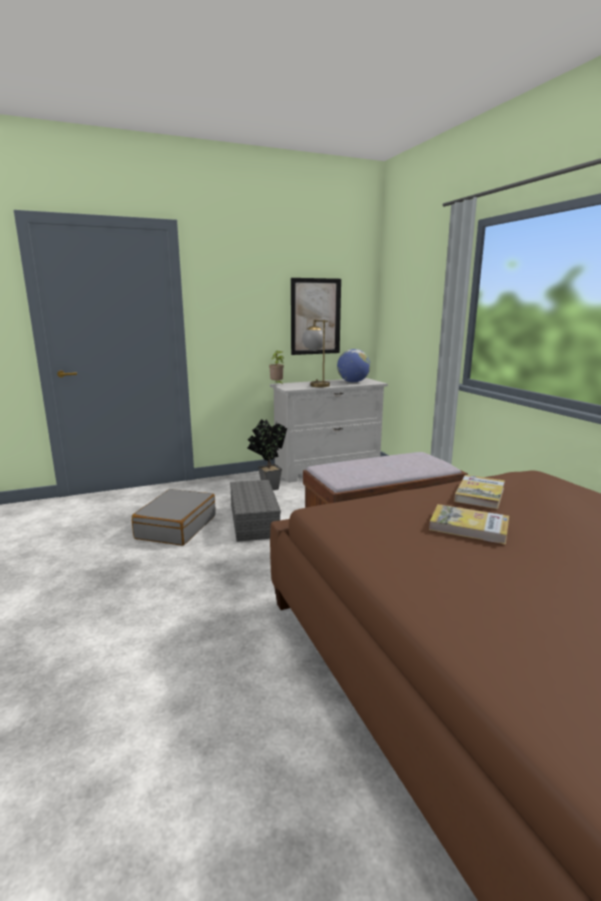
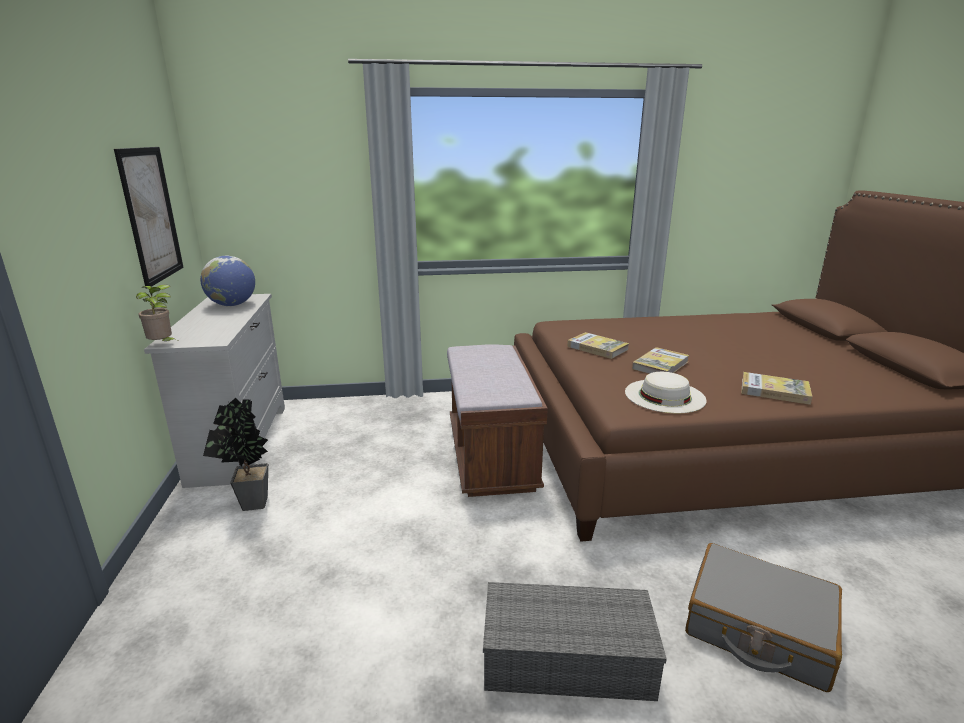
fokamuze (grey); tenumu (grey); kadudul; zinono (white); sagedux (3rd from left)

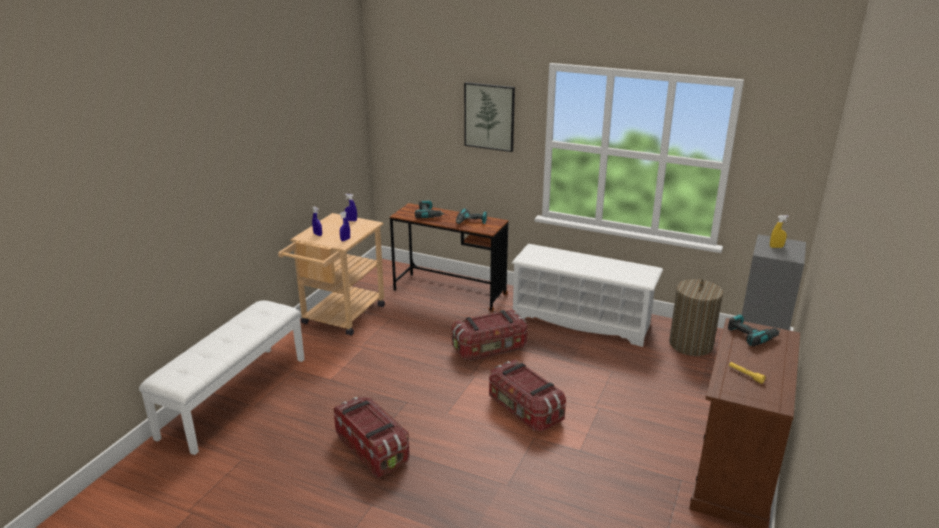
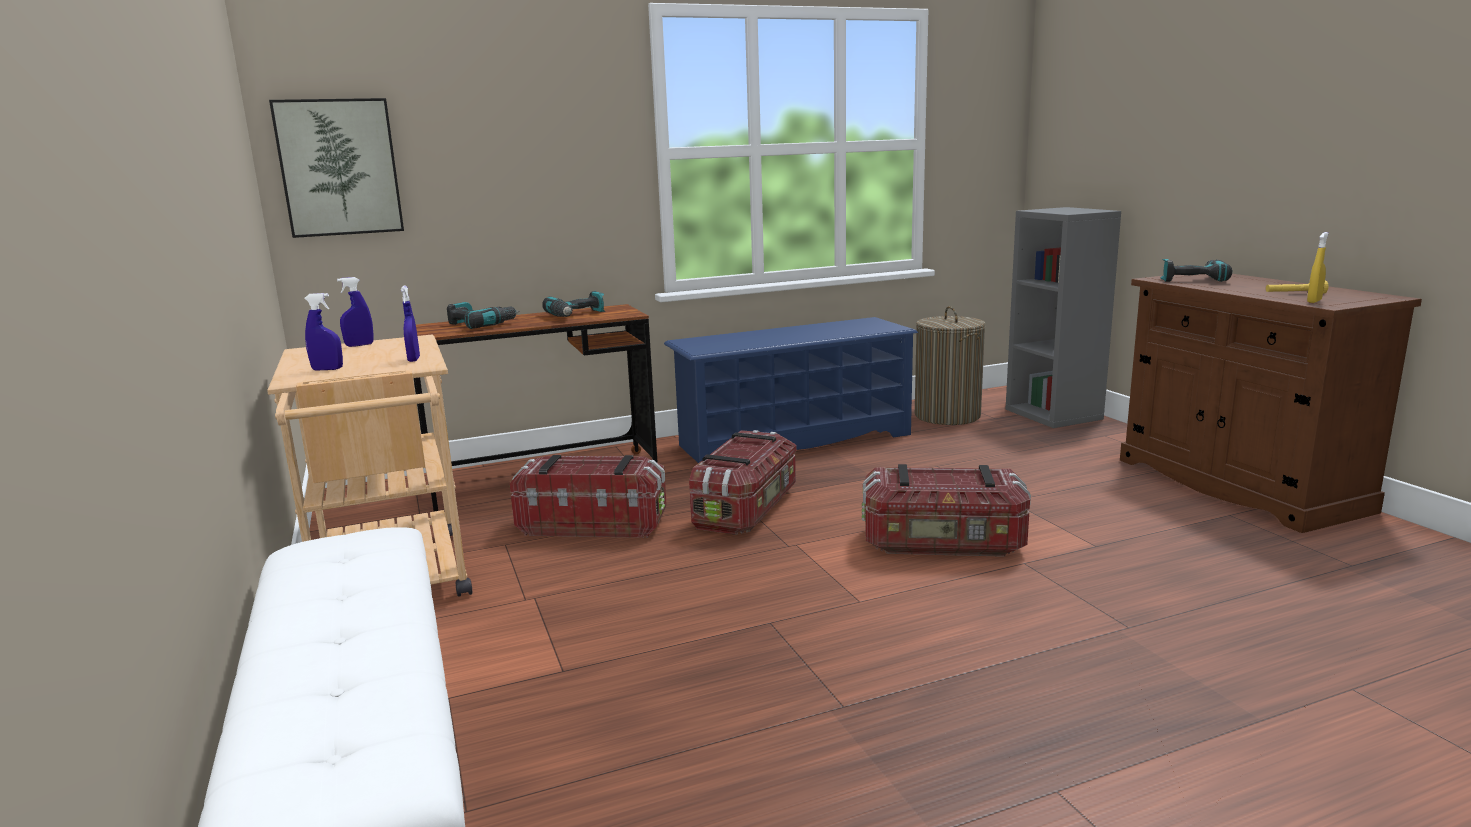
tenumu (1st from left); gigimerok; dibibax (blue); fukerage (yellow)

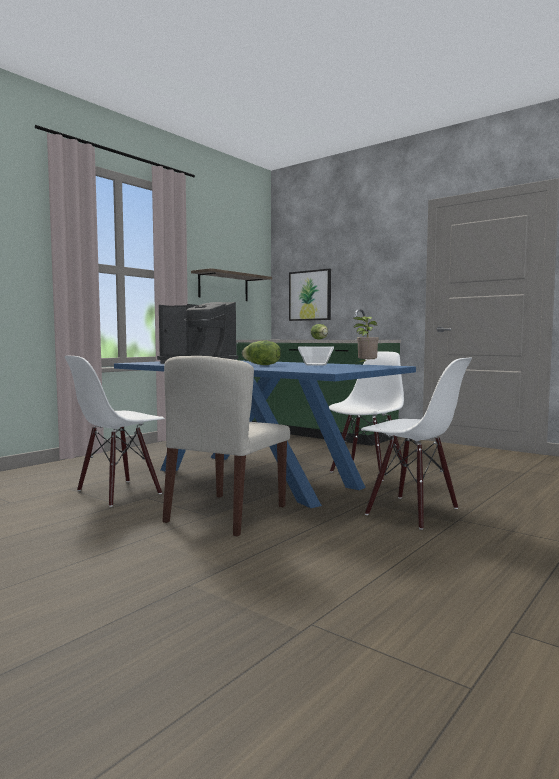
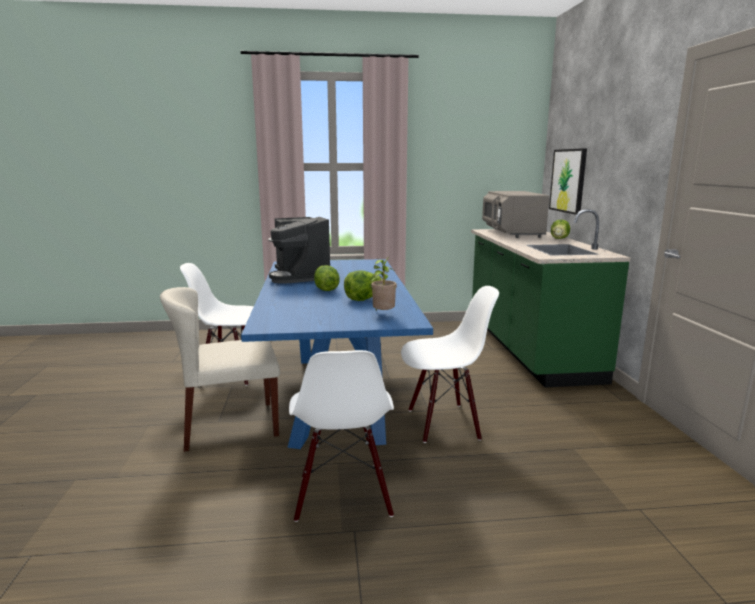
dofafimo; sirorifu (2nd from left); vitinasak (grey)

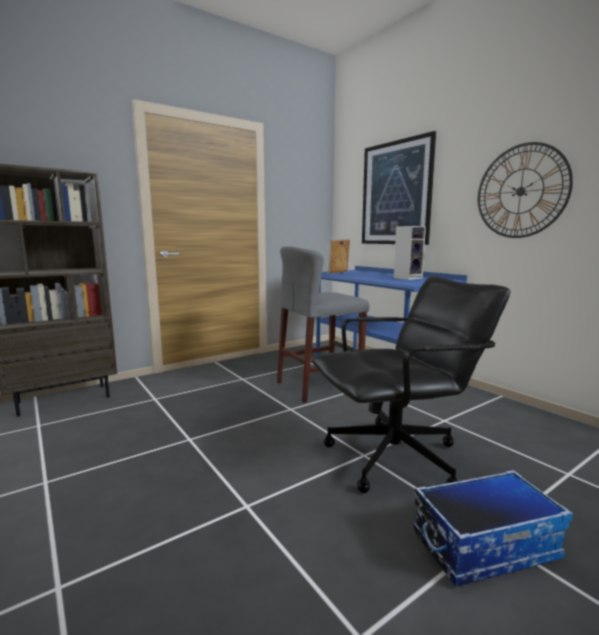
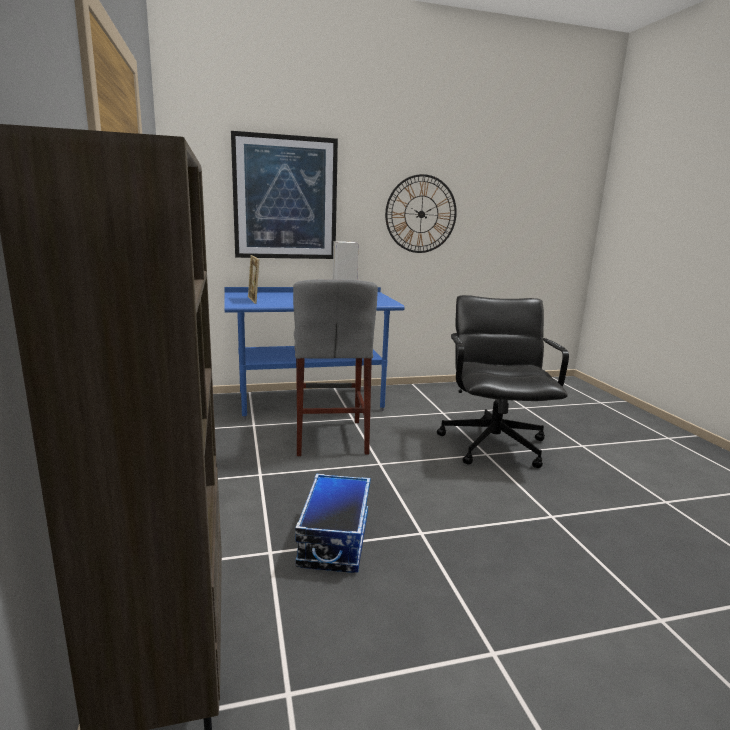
tenumu

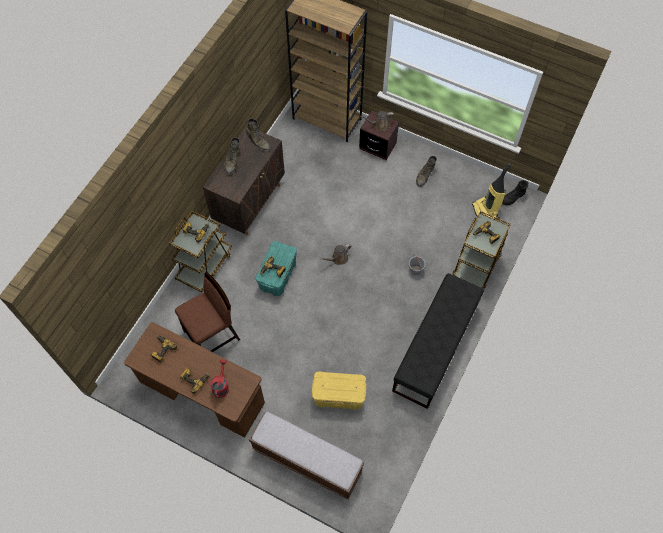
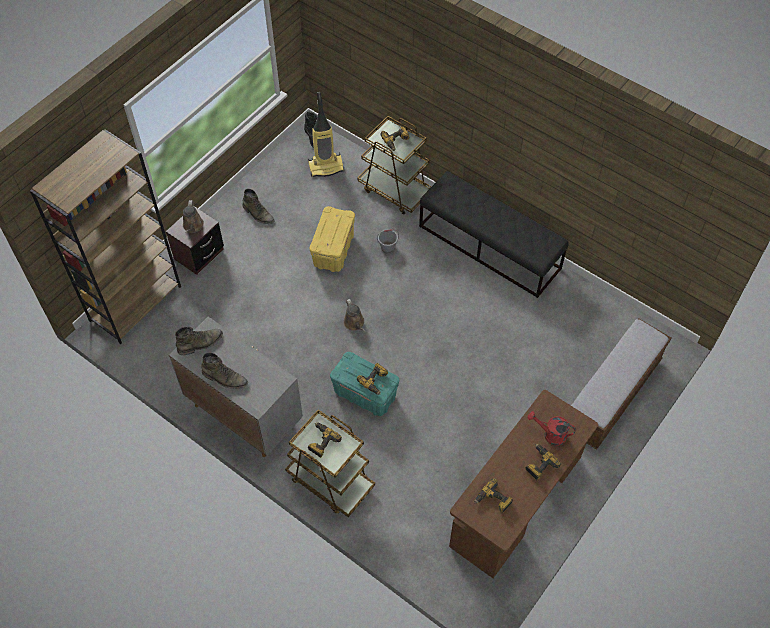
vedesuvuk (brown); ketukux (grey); tenumu (yellow)

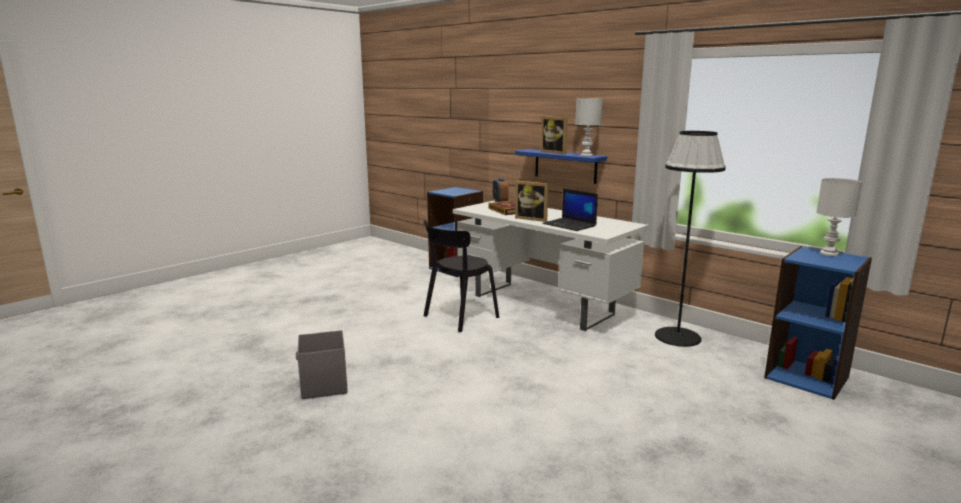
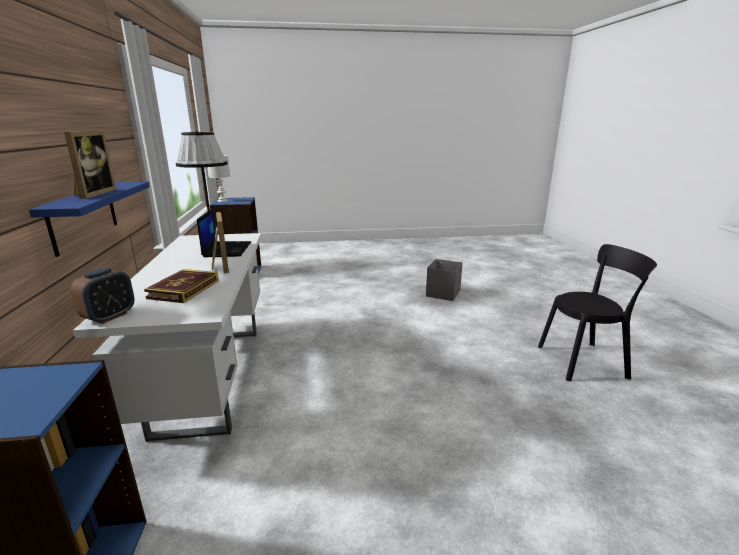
tenumu (grey); vedesuvuk (black); kadudul (white) (1st from left in the first image)

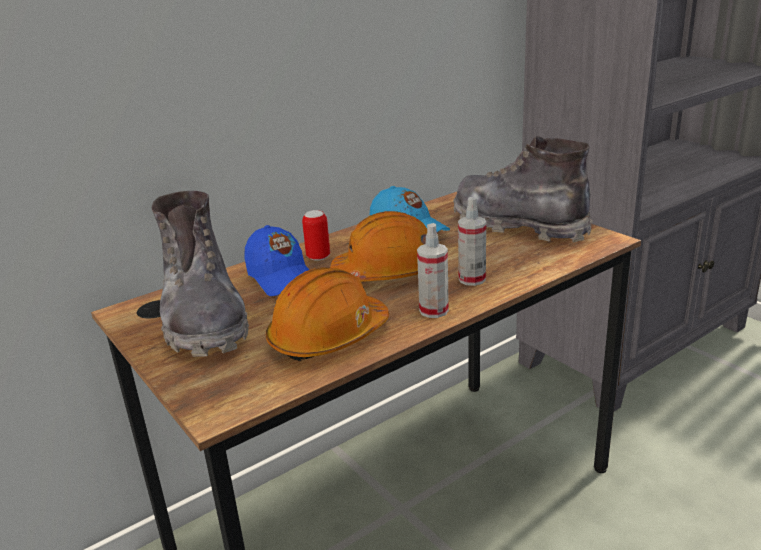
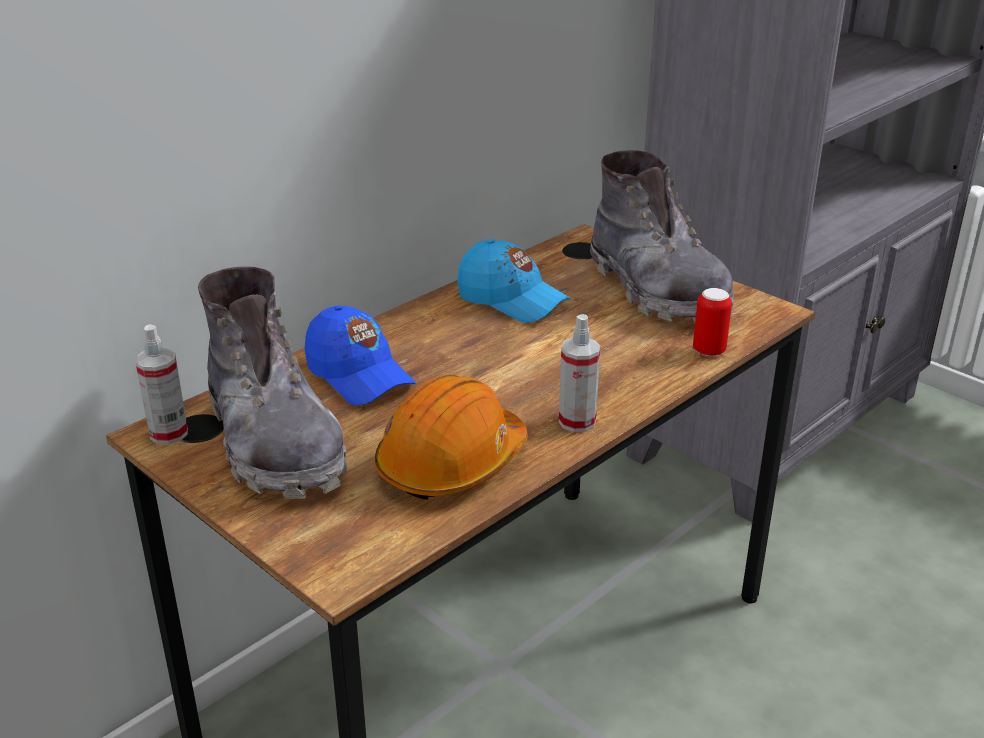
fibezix; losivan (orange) (2nd from left in the first image); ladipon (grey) (2nd from left); fukerage (1st from left)

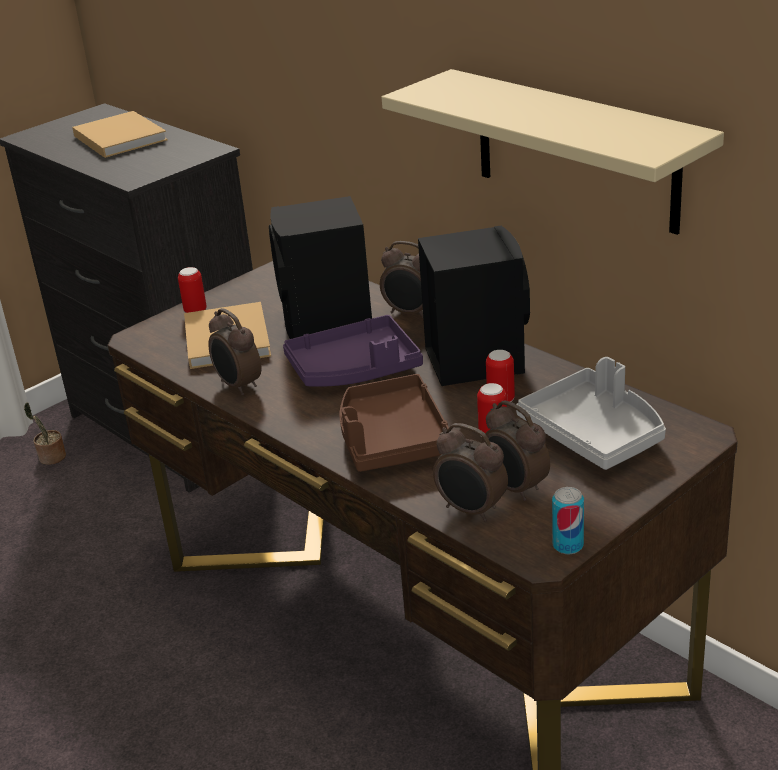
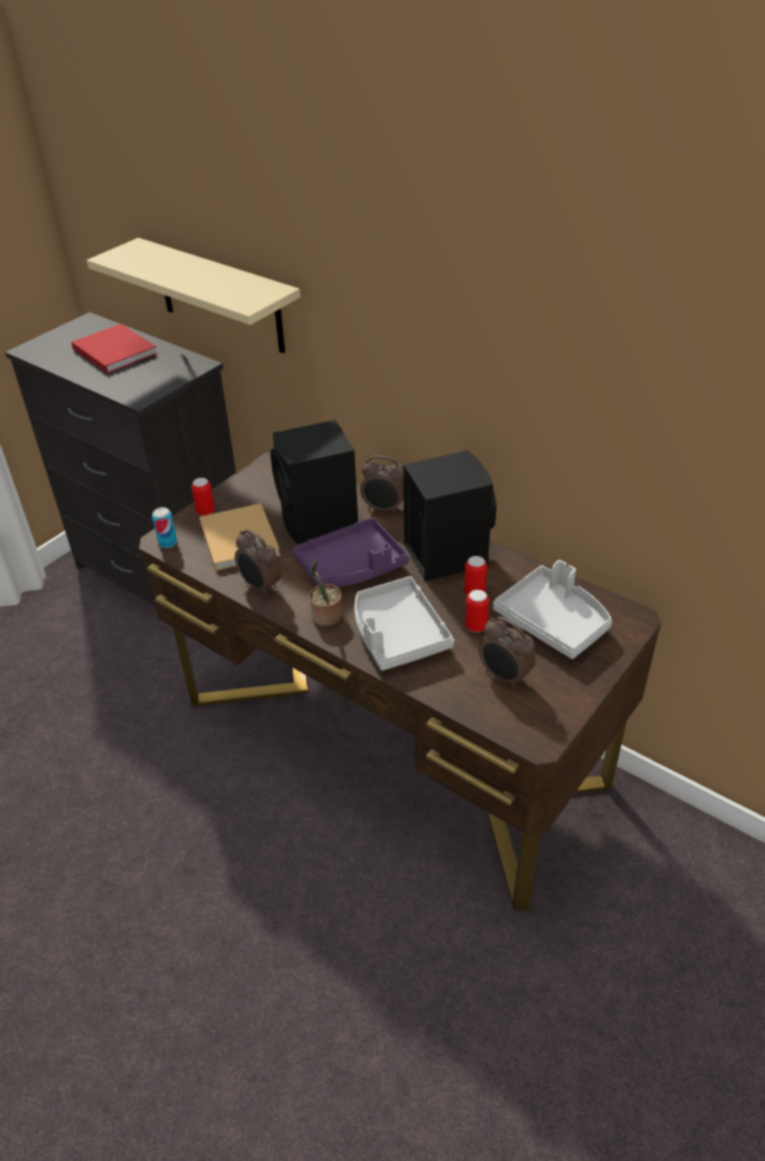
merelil; sagedux (red); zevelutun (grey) (1st from left); dofafimo (beige); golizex (3rd from left in the first image); fibezix (1st from left)

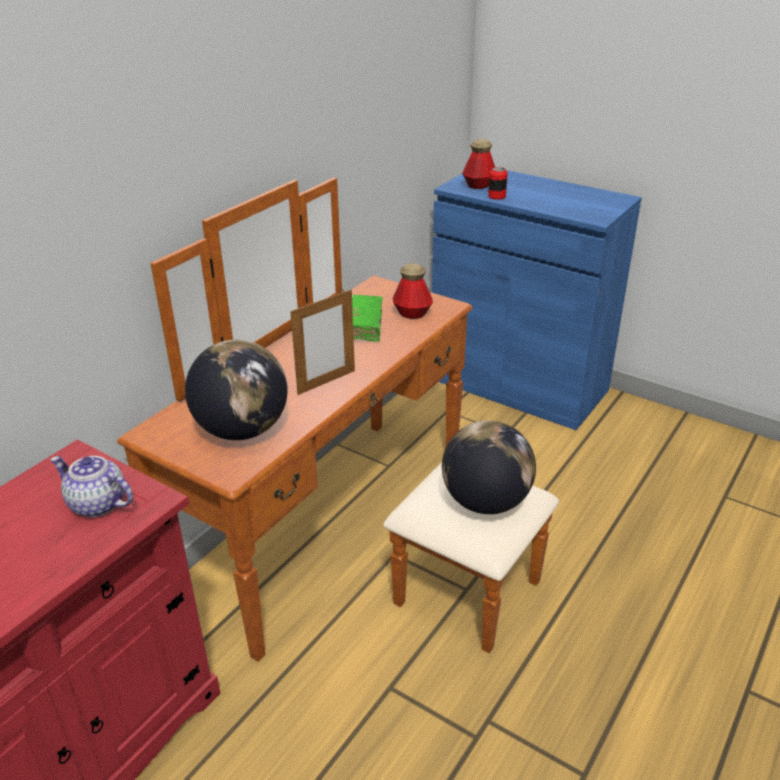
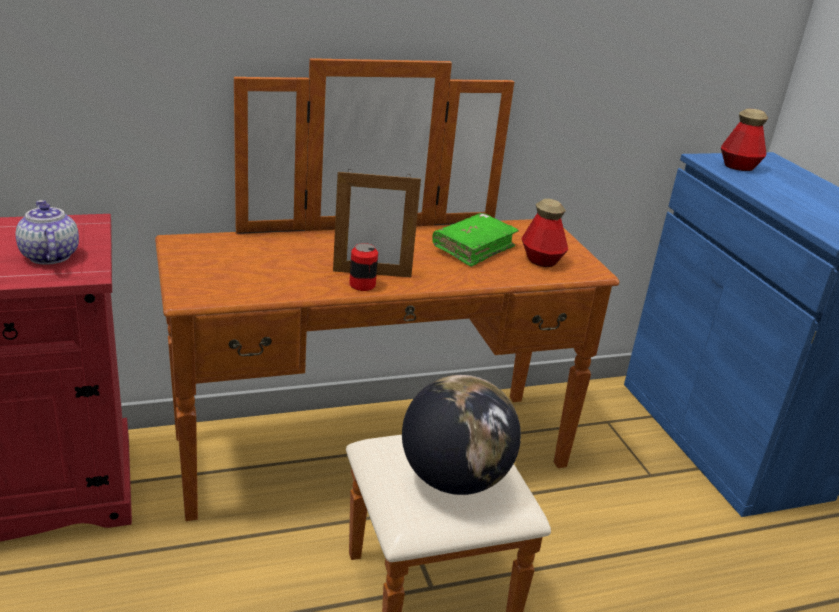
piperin (1st from left in the first image); fibezix

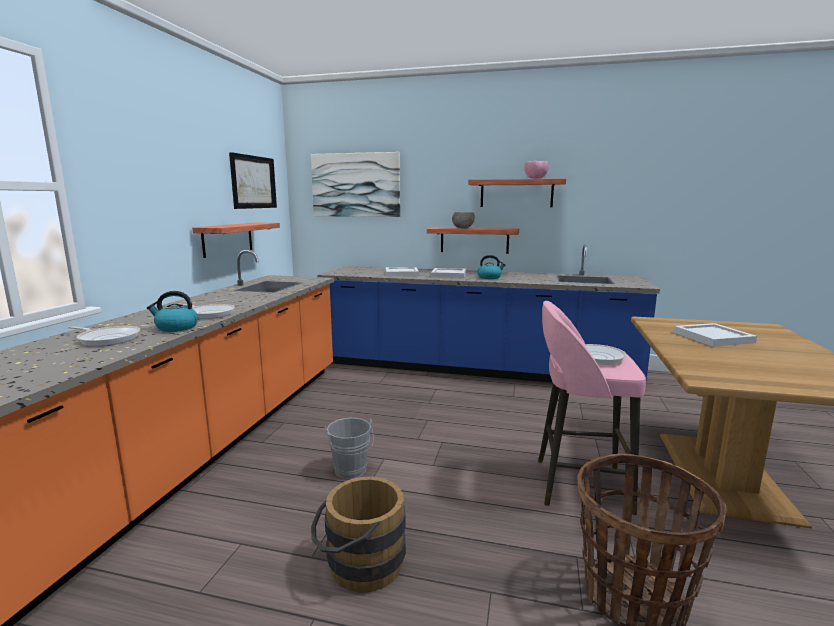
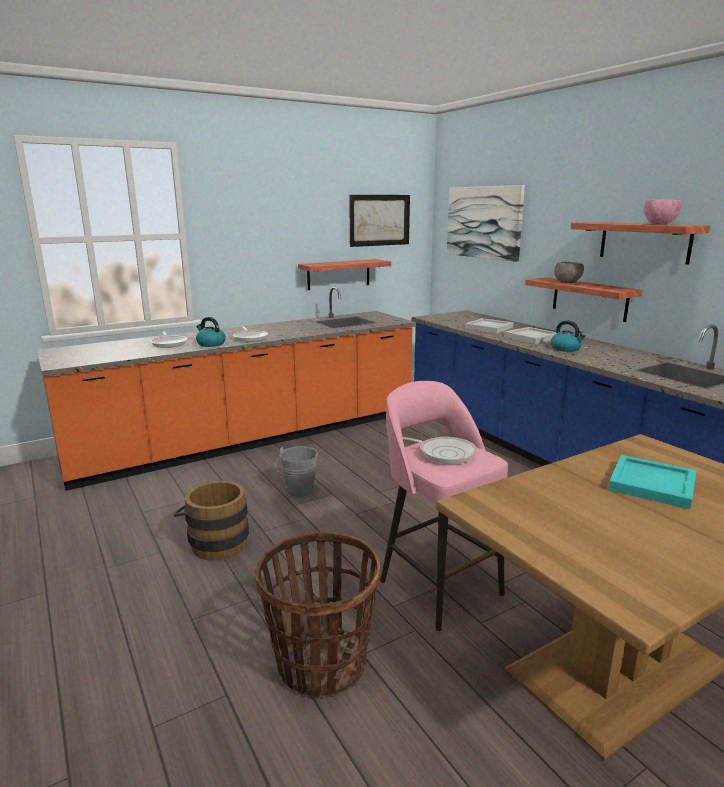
zevelutun (turquoise)

